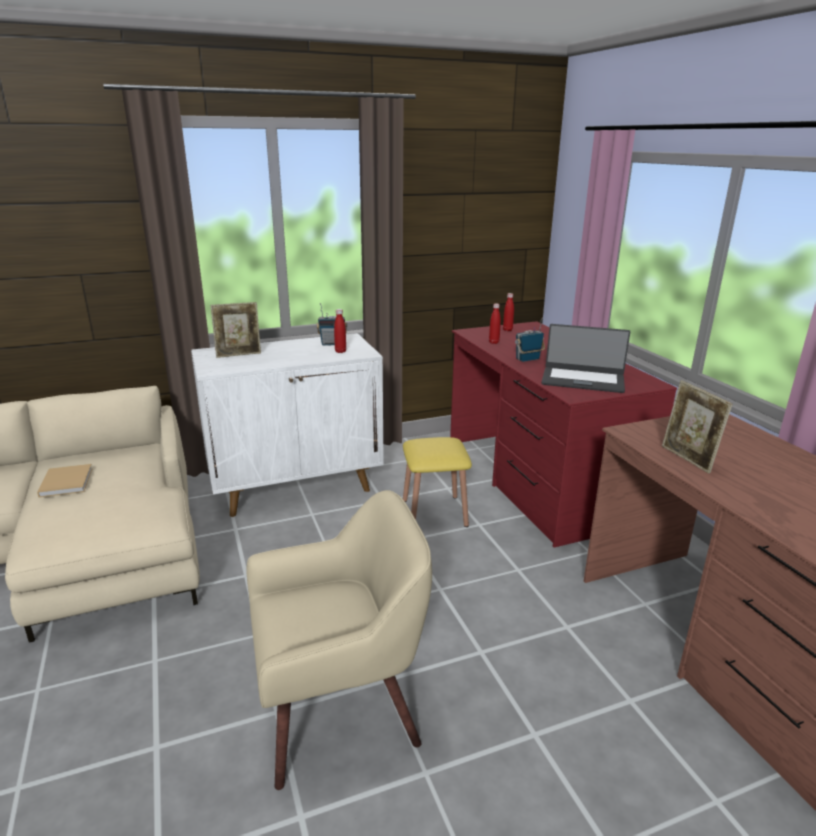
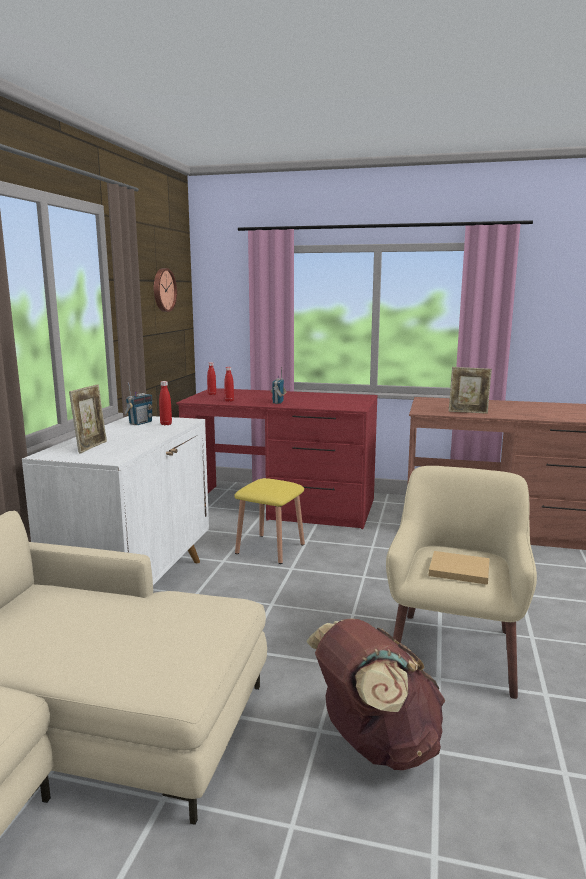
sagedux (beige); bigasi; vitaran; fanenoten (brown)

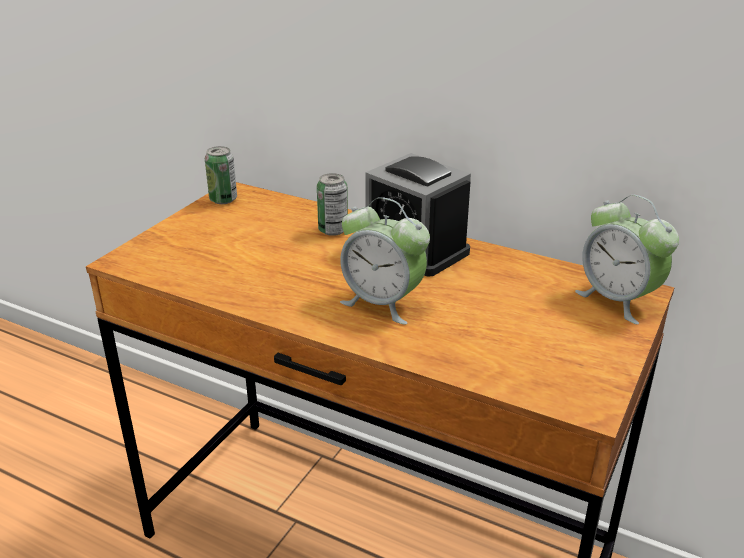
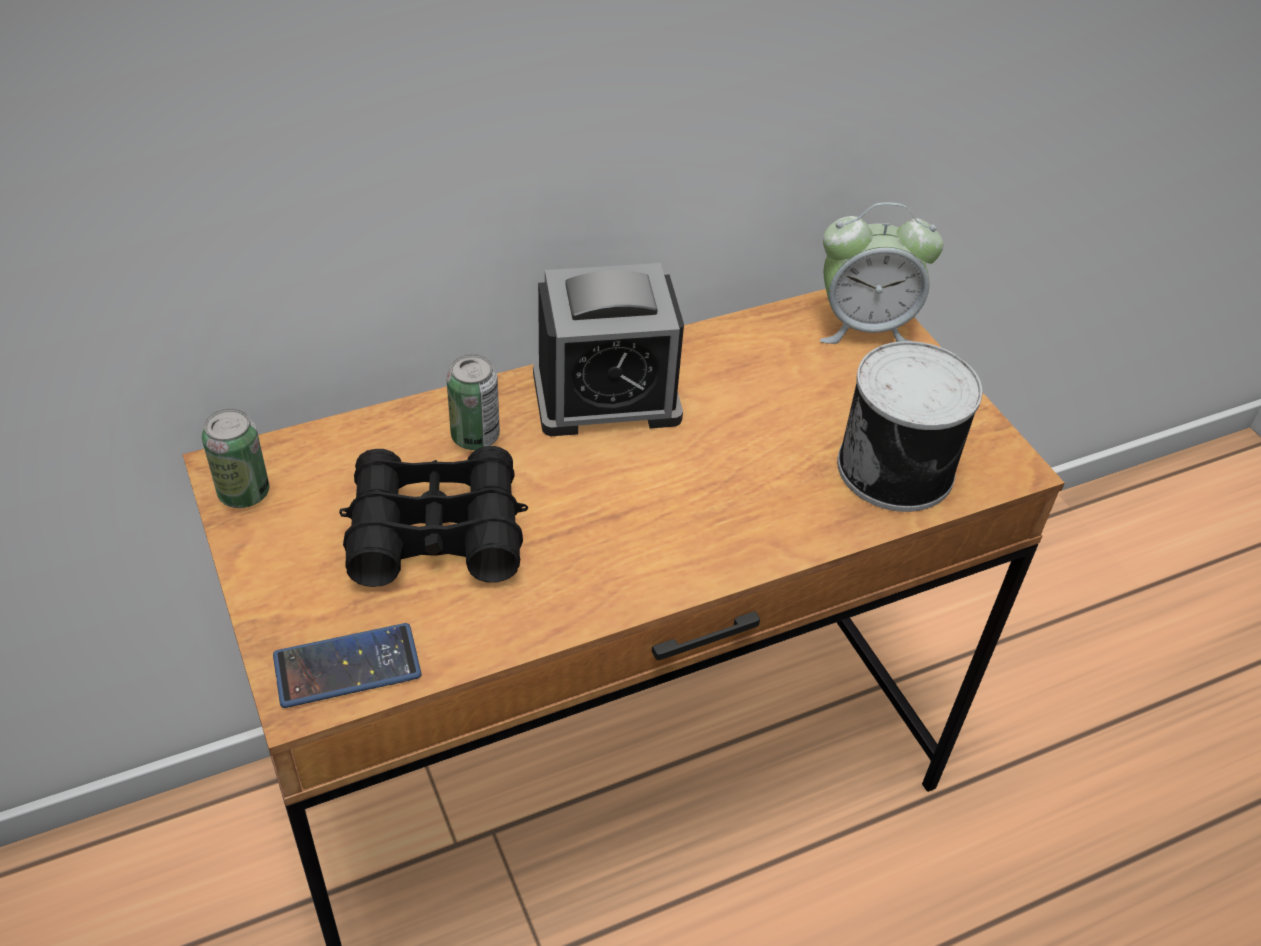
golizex (1st from left in the first image); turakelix; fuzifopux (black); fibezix (3rd from left)

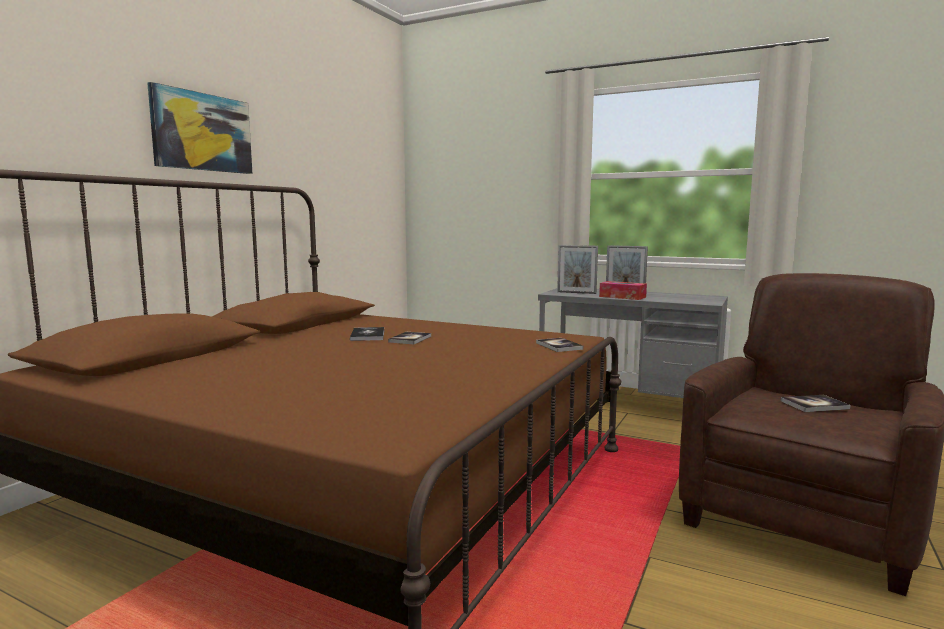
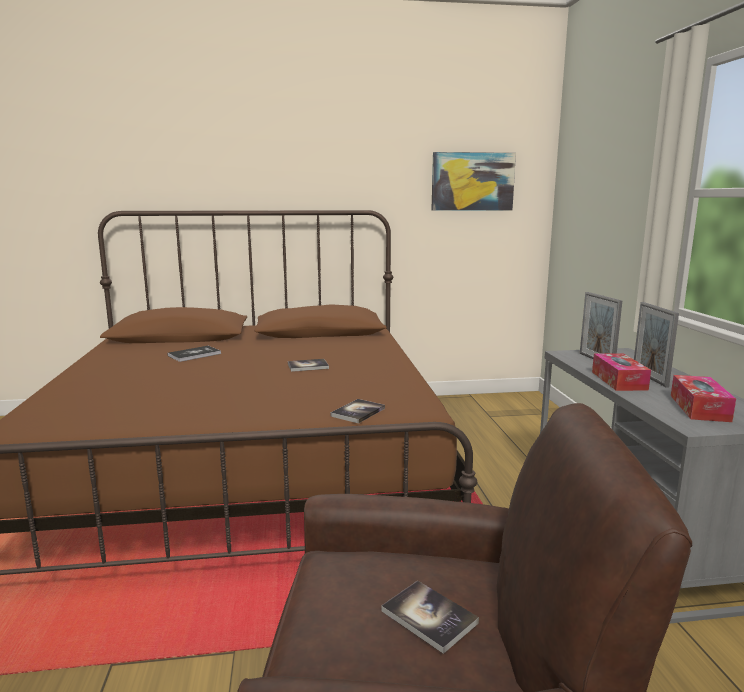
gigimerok; sagedux (1st from left); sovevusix (2nd from left)

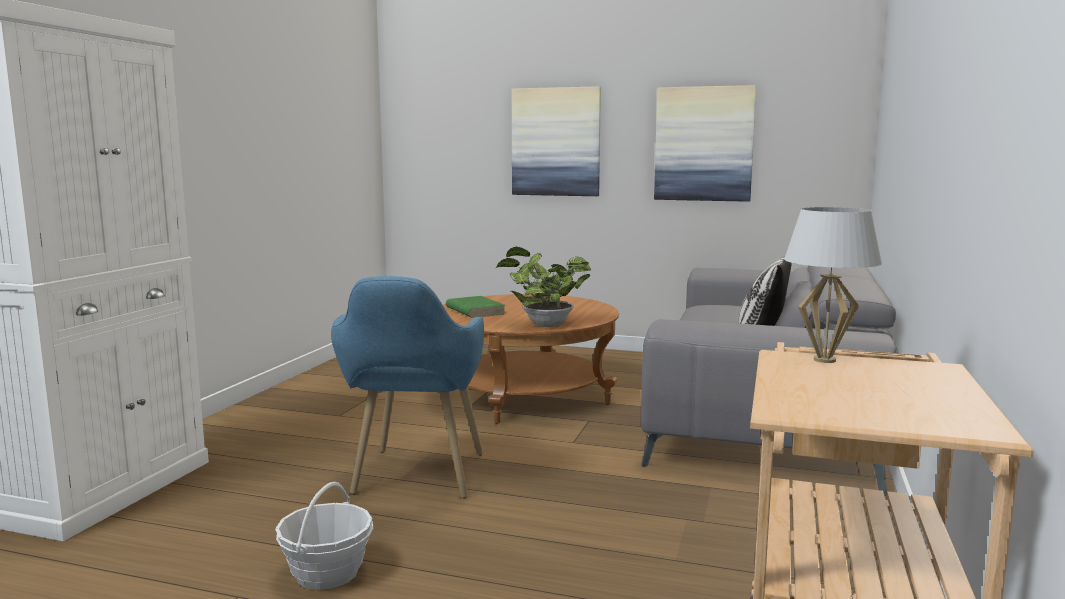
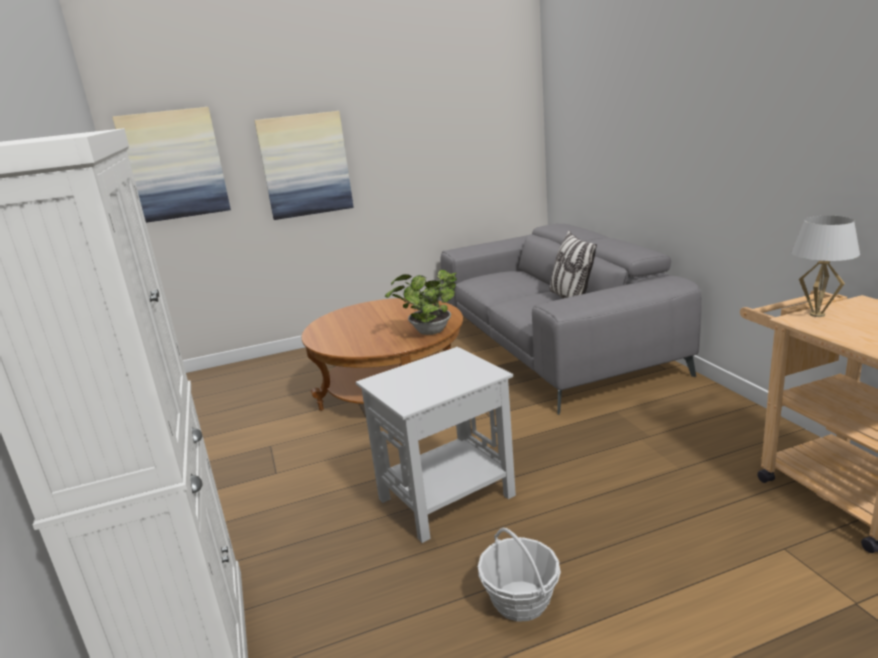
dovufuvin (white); sagedux (green); gigimerok (1st from left)

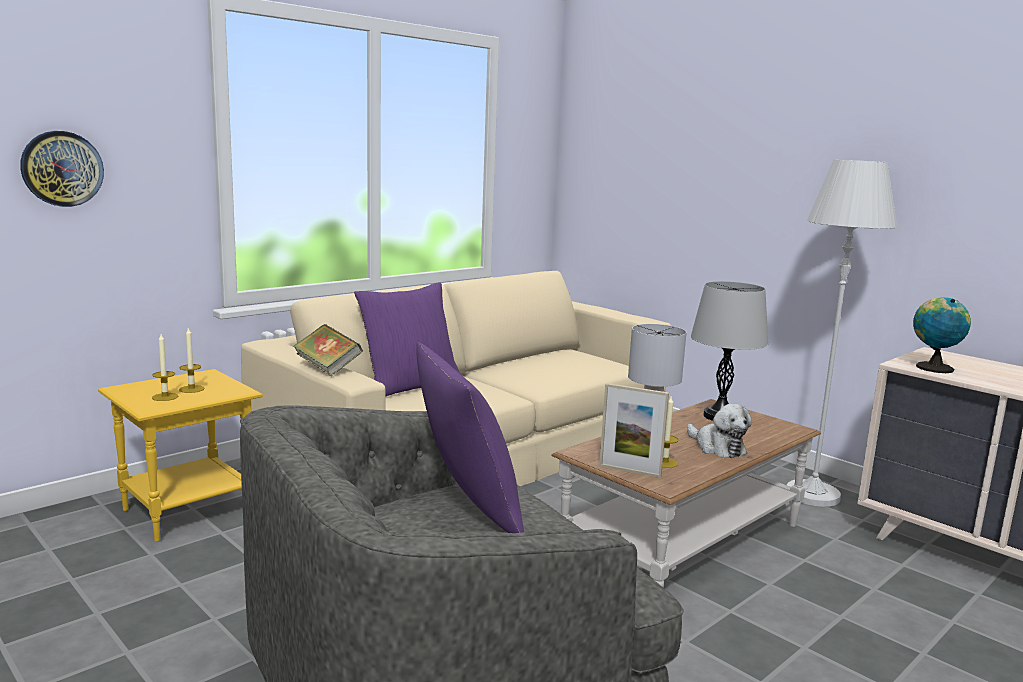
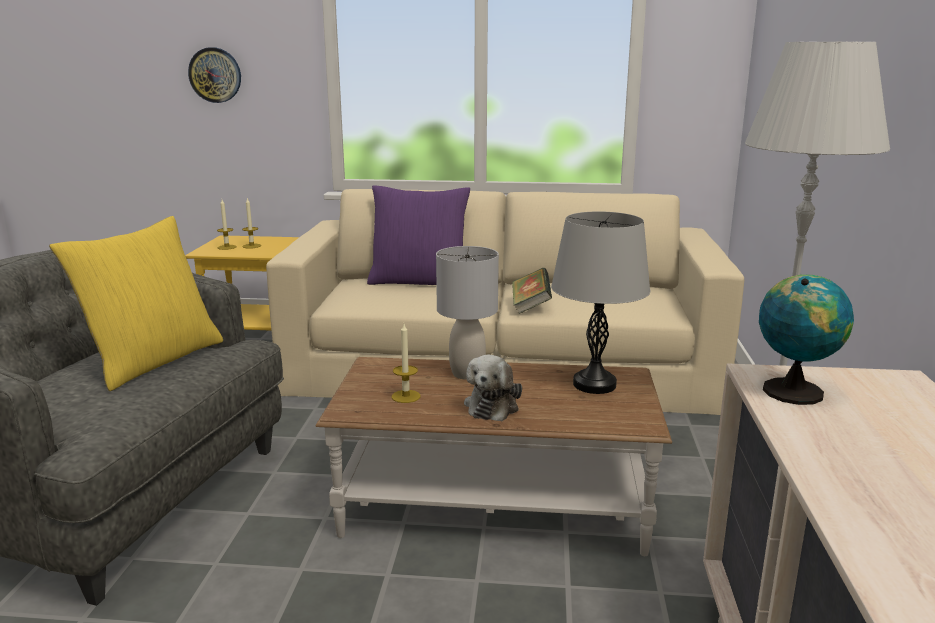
sagedux; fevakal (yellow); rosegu

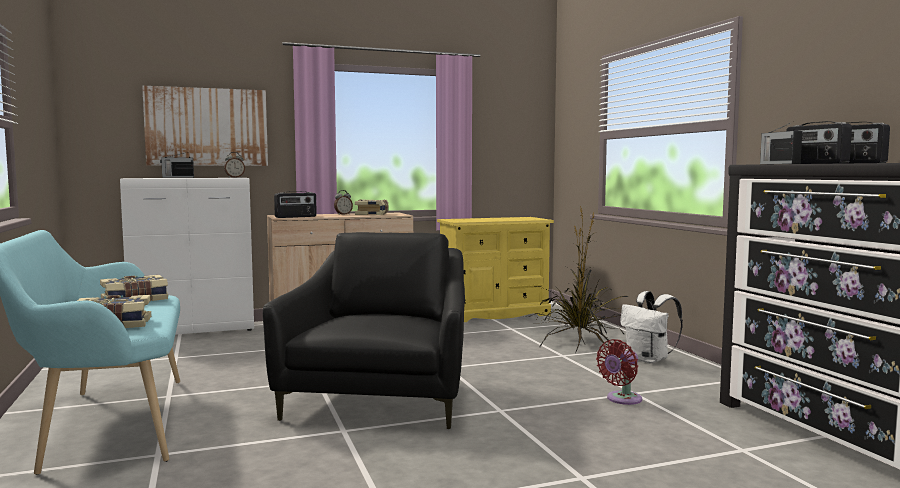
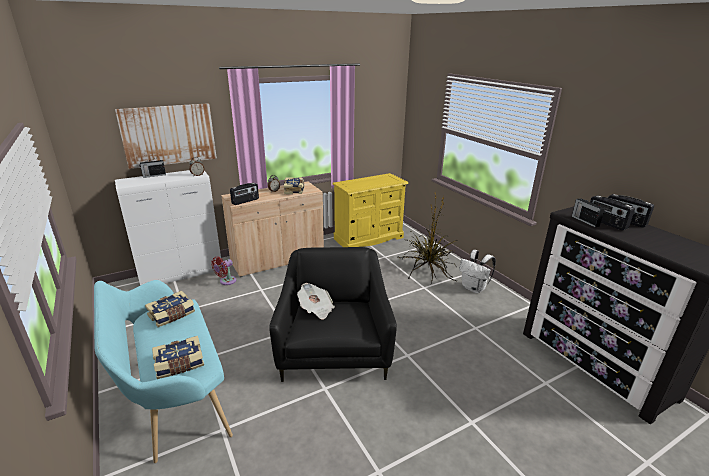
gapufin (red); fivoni

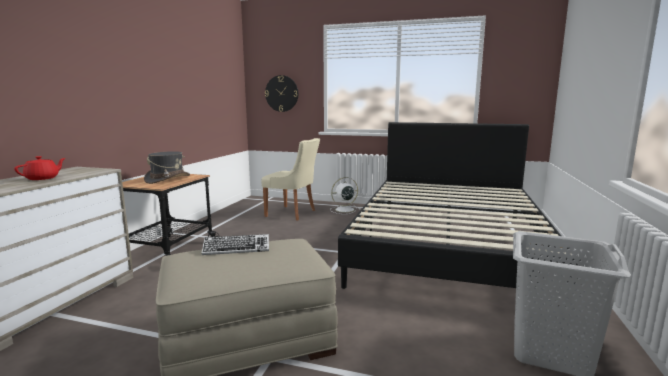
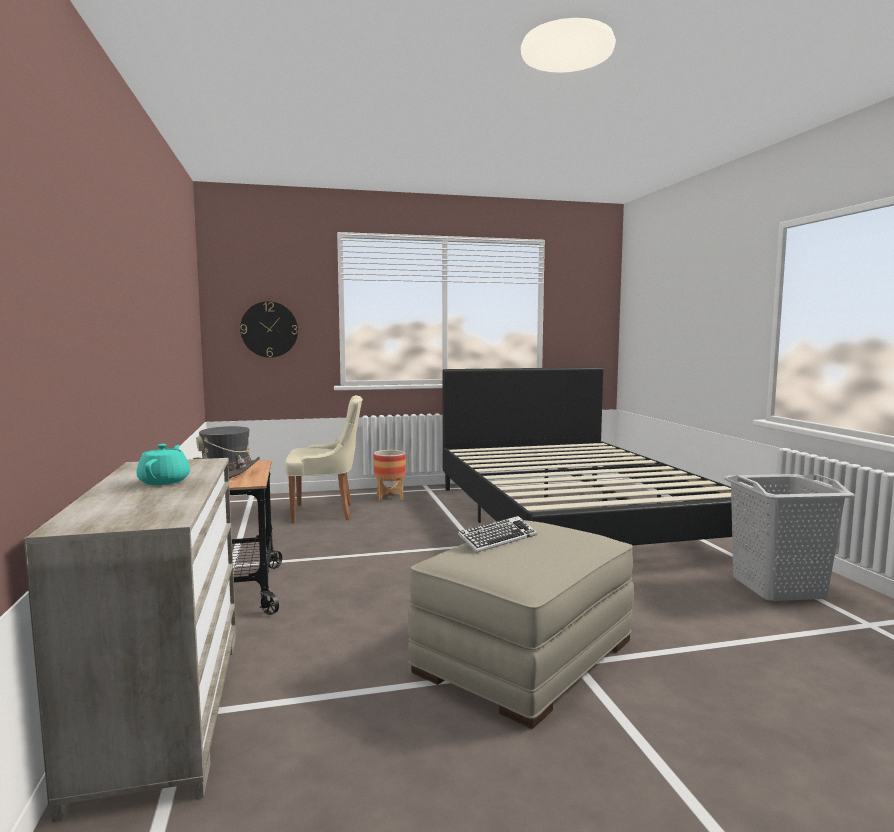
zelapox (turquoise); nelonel

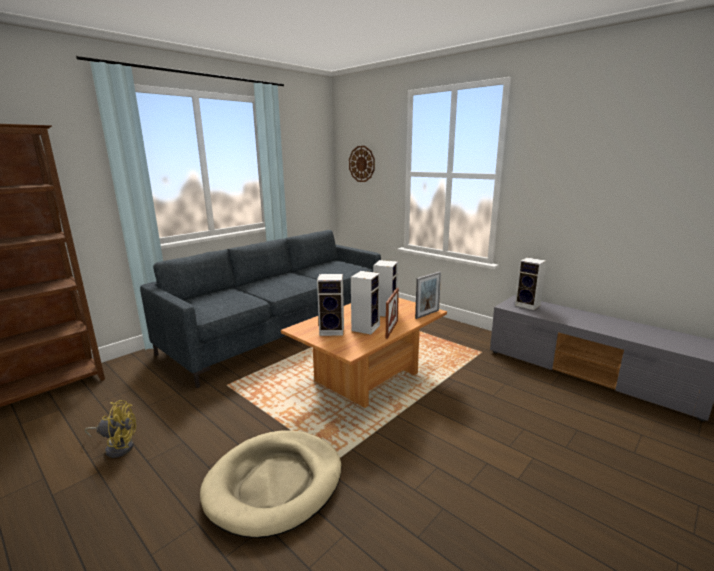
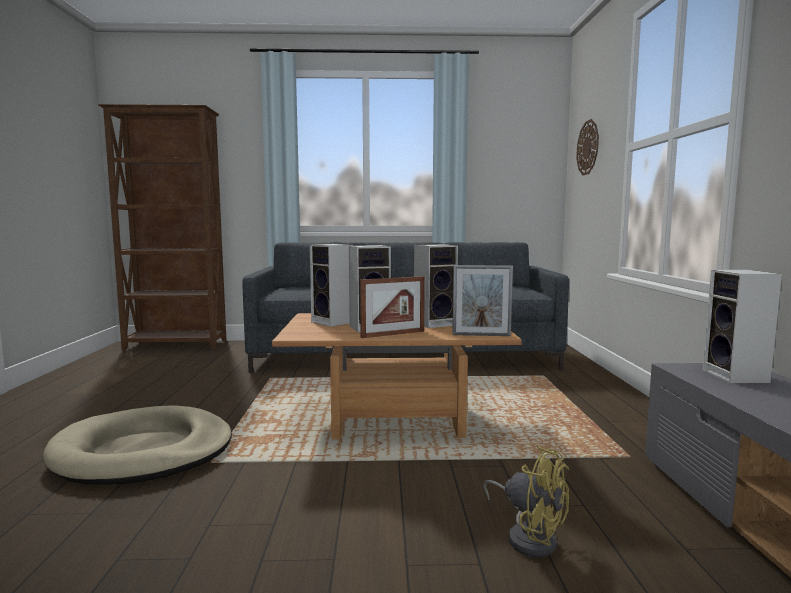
gapufin (yellow)

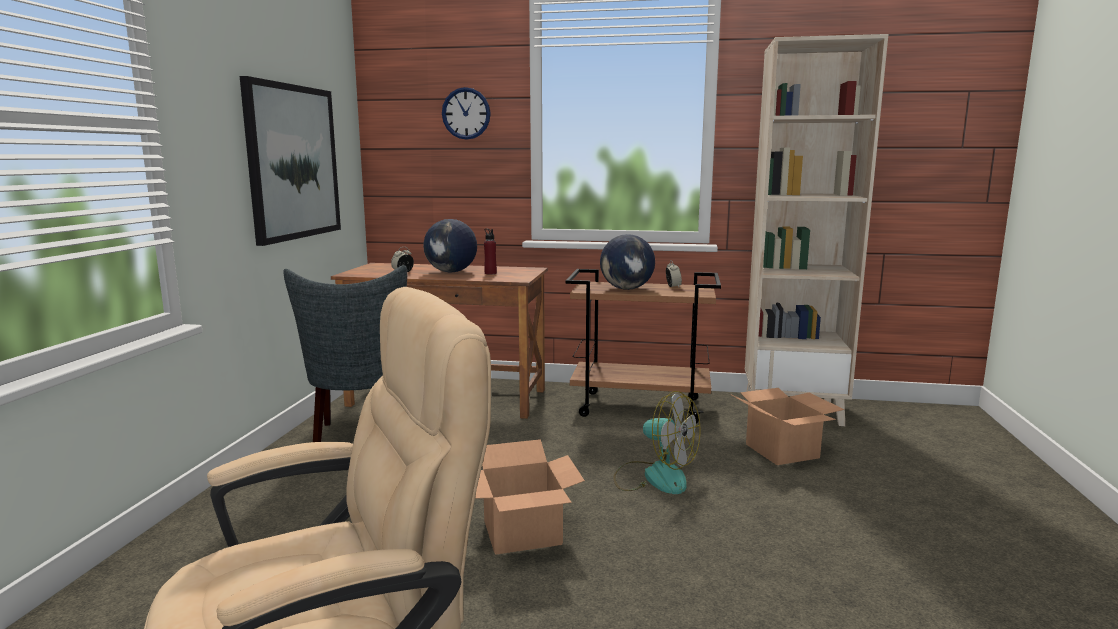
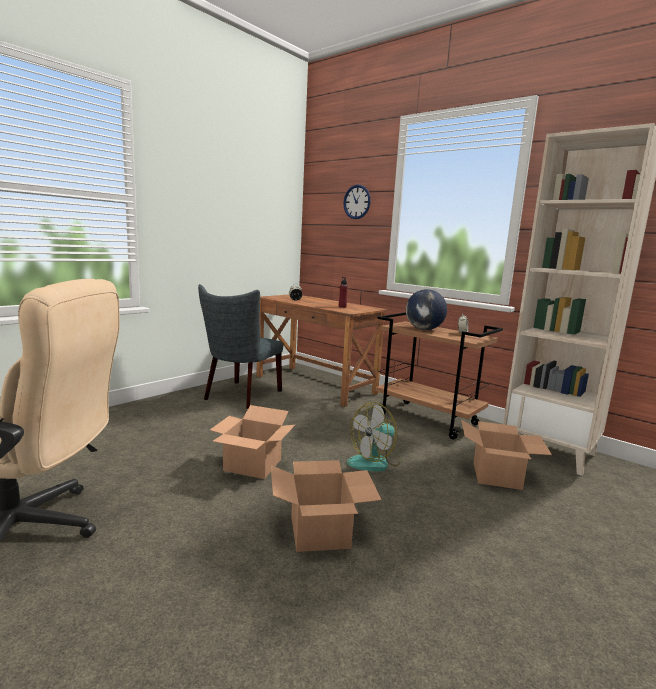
gigimerok; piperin (1st from left in the first image); gapufin; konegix (2nd from left)

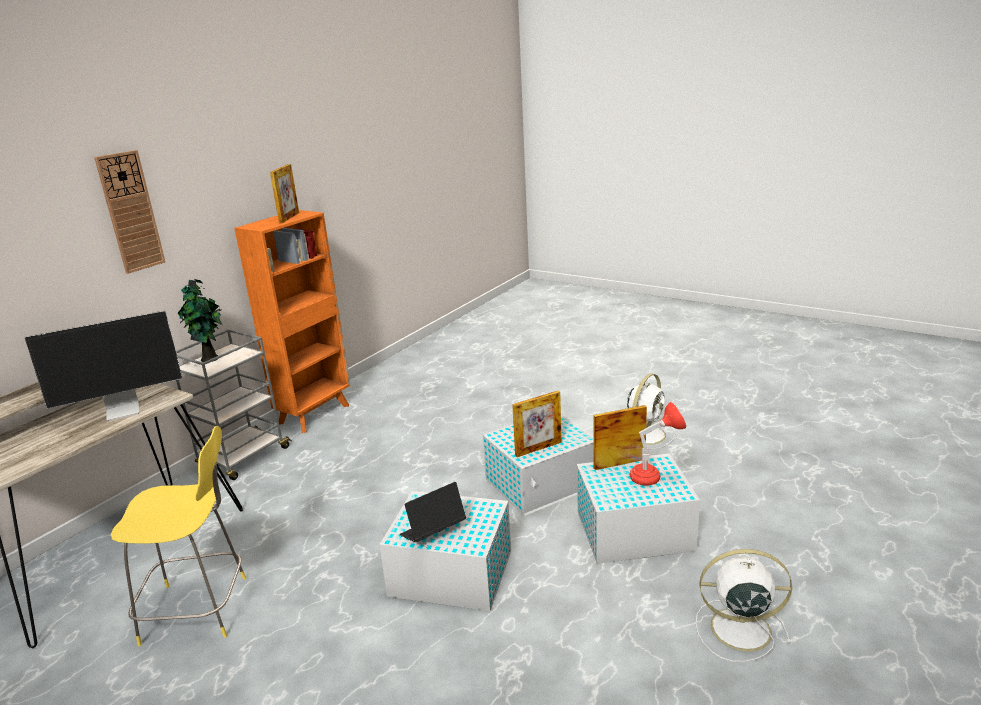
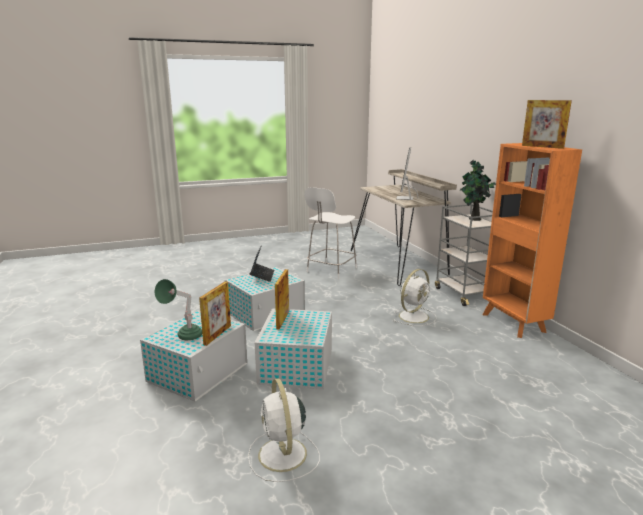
vitaran; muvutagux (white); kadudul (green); gapufin (white) (2nd from left)

